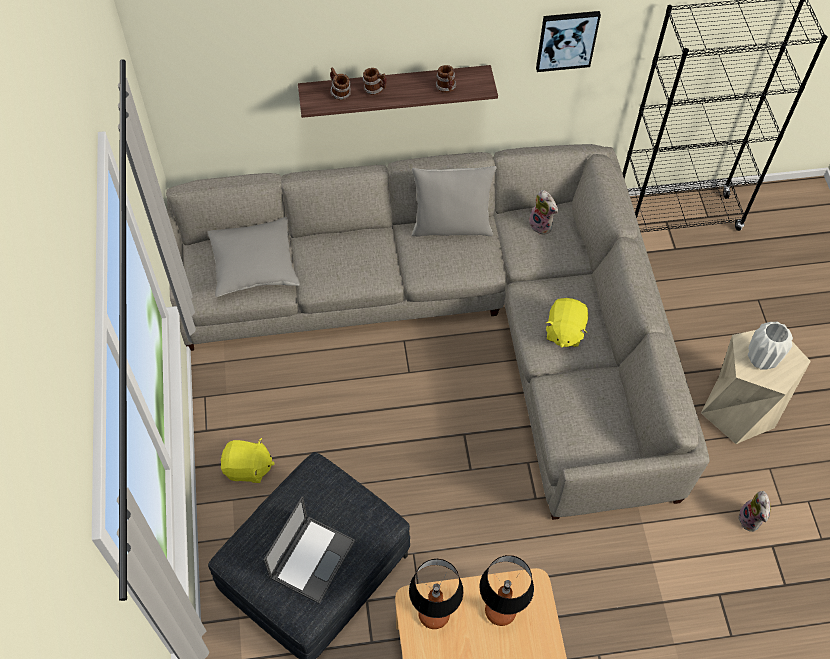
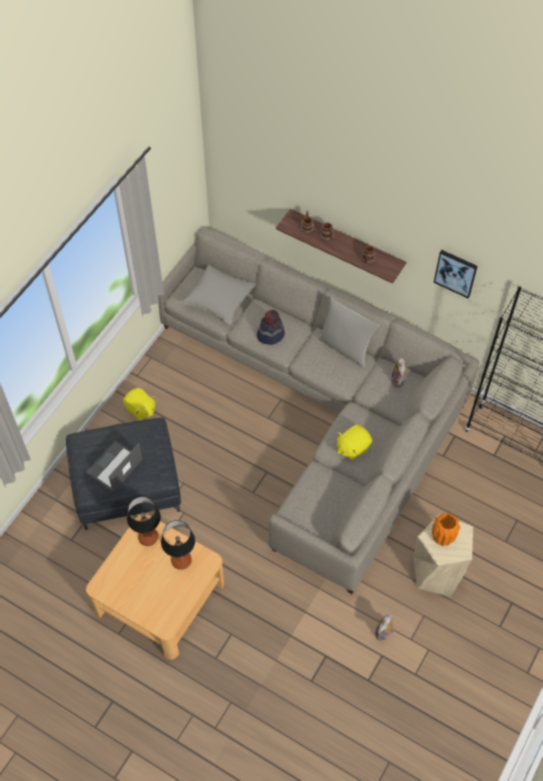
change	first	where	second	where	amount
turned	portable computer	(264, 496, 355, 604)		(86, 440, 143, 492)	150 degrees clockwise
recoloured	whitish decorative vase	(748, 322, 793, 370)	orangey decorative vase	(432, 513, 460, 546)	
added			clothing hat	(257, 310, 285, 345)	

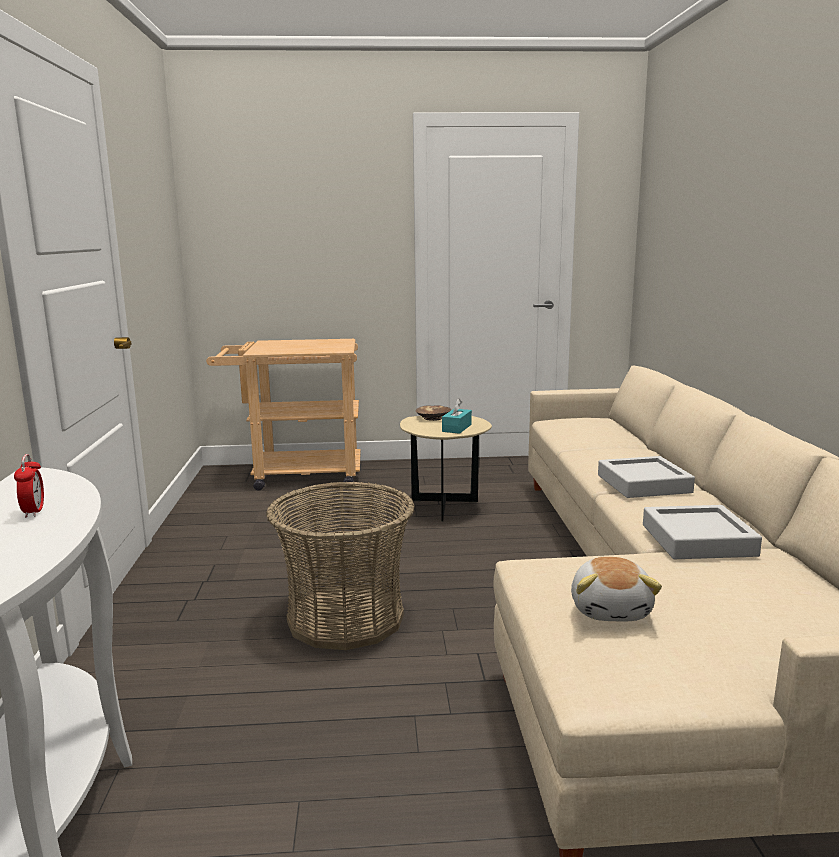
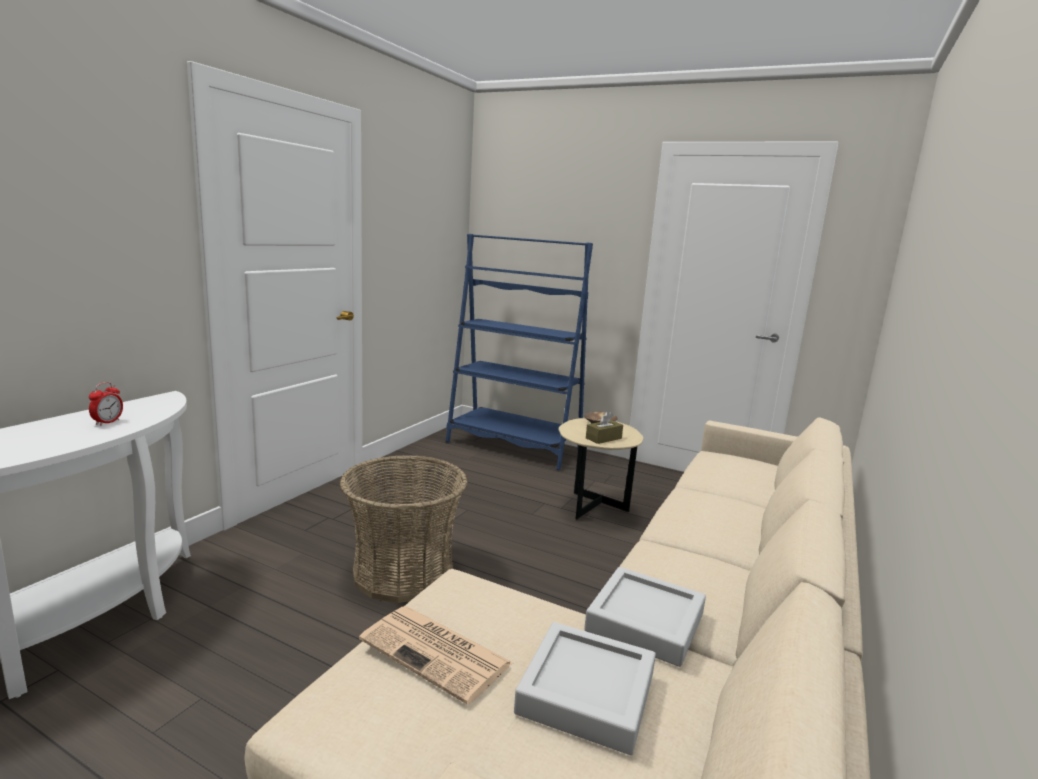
change	first	where	second	where	amount
replaced	sand-coloured trolley	(206, 339, 361, 491)	bluish shelving unit	(446, 234, 593, 470)	
recoloured	turquoise tissue box	(442, 398, 472, 434)	brown-coloured tissue box	(586, 411, 623, 444)	
replaced	plush toy	(571, 557, 662, 621)	newspaper	(359, 606, 513, 705)	
moved	gray tray	(598, 456, 695, 498)		(514, 622, 656, 755)	

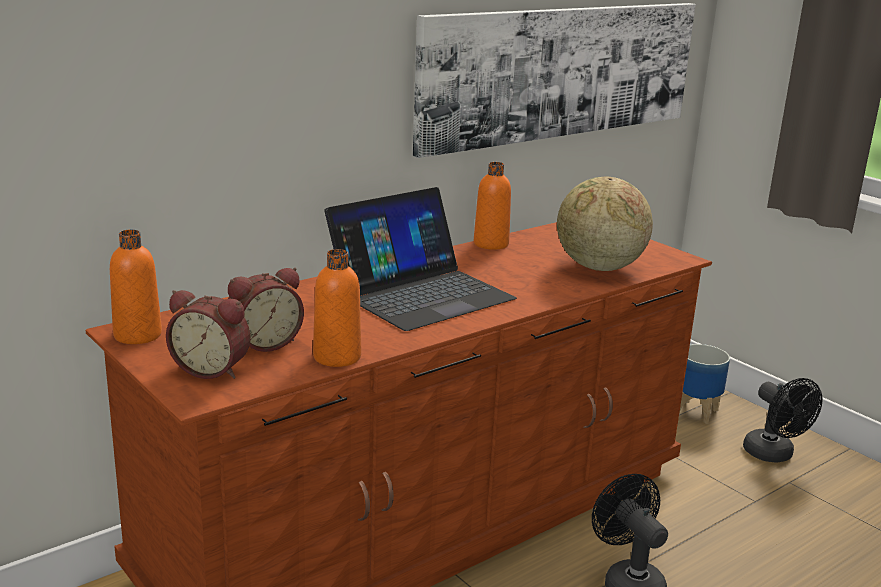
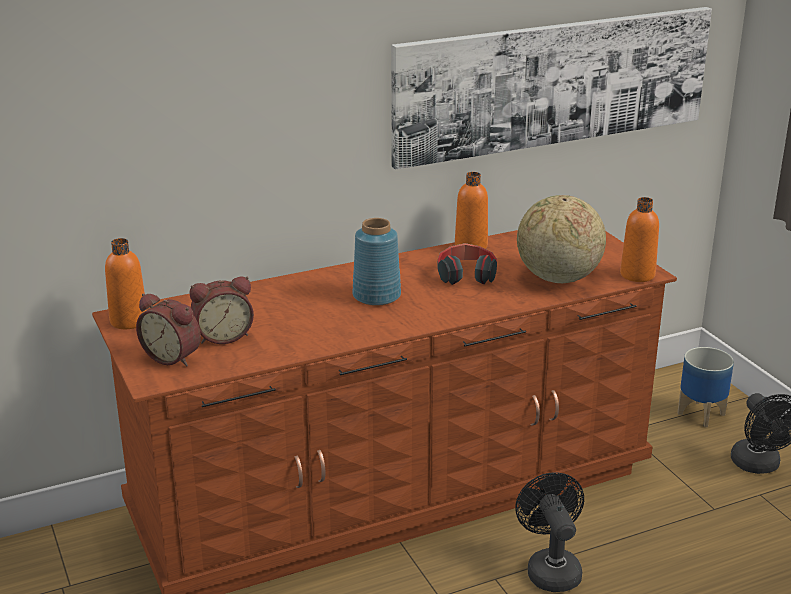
change	first	where	second	where	amount
moved	orangey drink bottle	(313, 249, 361, 367)		(620, 197, 659, 282)	
replaced	portable computer	(324, 187, 517, 331)	bluish decorative vase	(352, 218, 401, 306)	
added			headphones	(437, 243, 497, 285)	

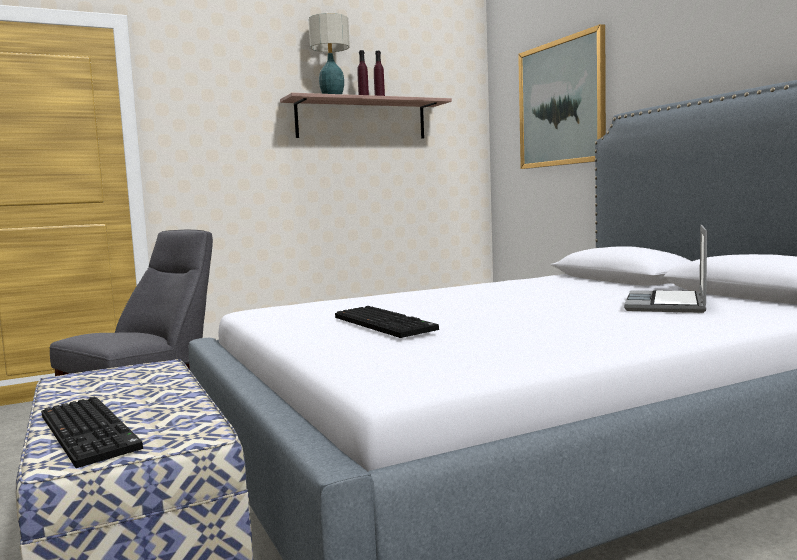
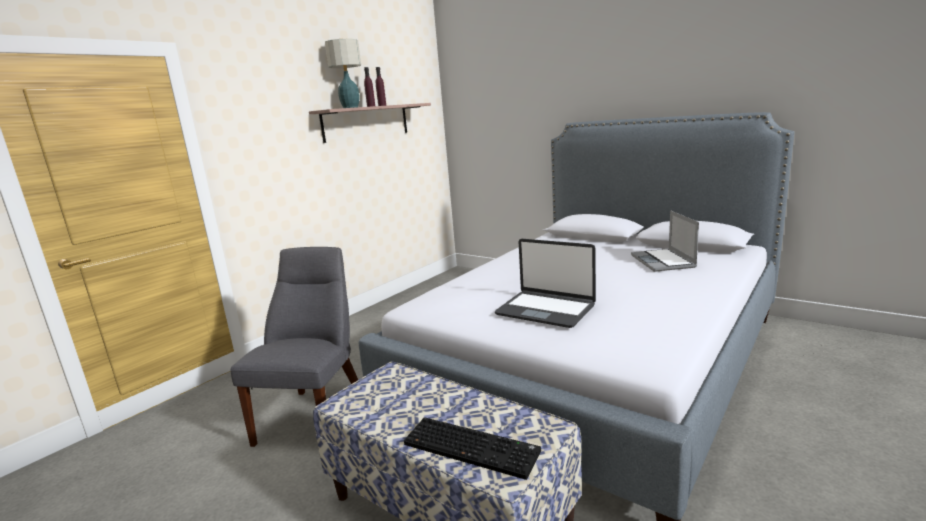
change	first	where	second	where	amount
replaced	computer keyboard	(335, 306, 439, 338)	portable computer	(495, 239, 596, 328)	
removed	picture	(518, 24, 606, 169)			

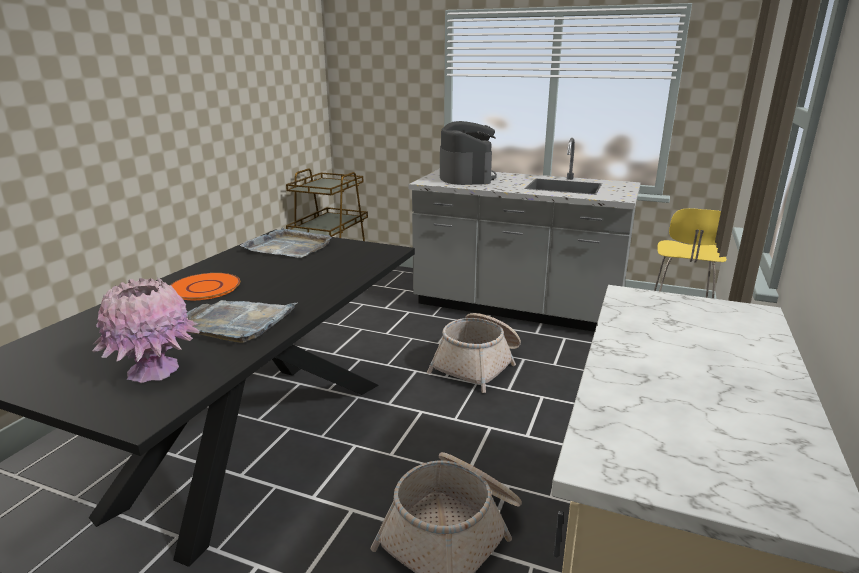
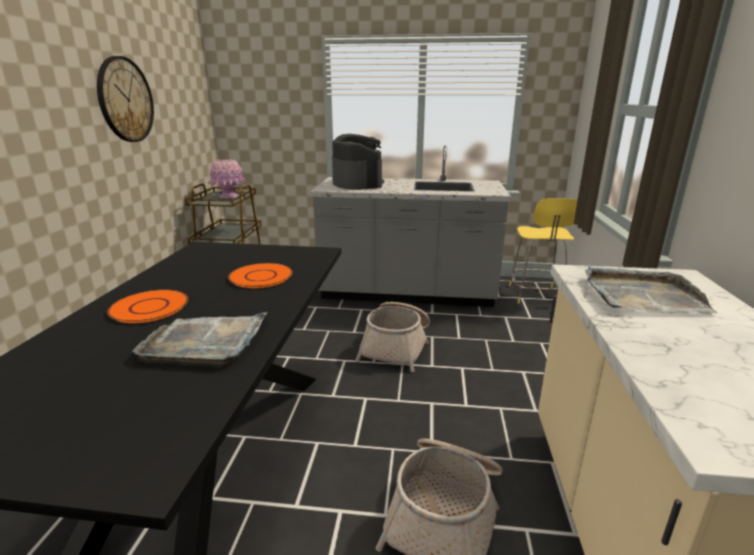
change	first	where	second	where	amount
moved	pinkish decorative vase	(92, 278, 200, 383)		(208, 159, 246, 199)	
moved	gray tray	(240, 228, 332, 258)		(585, 266, 717, 314)	
added			hanging clock	(97, 56, 154, 142)	
added			orangey plate	(228, 263, 293, 288)	

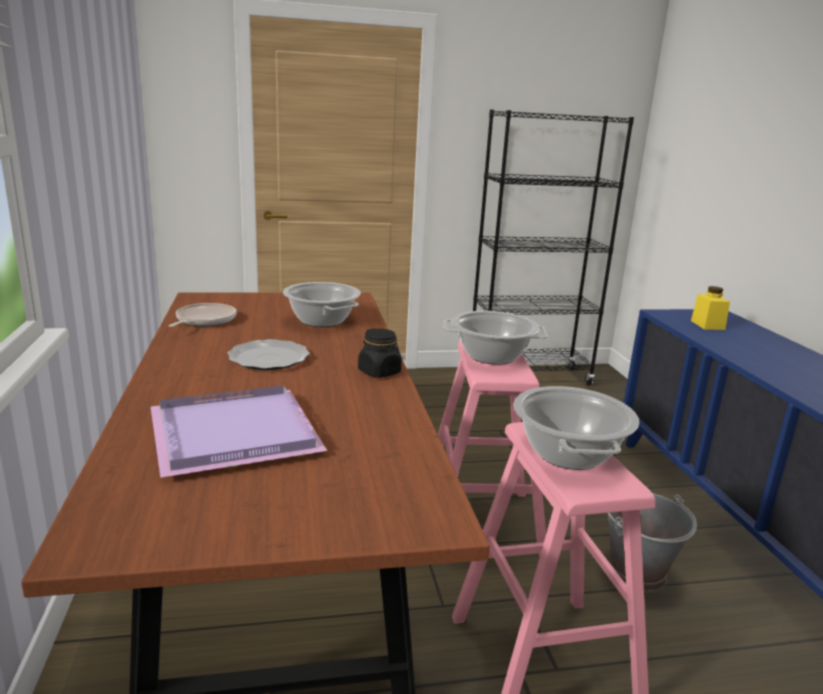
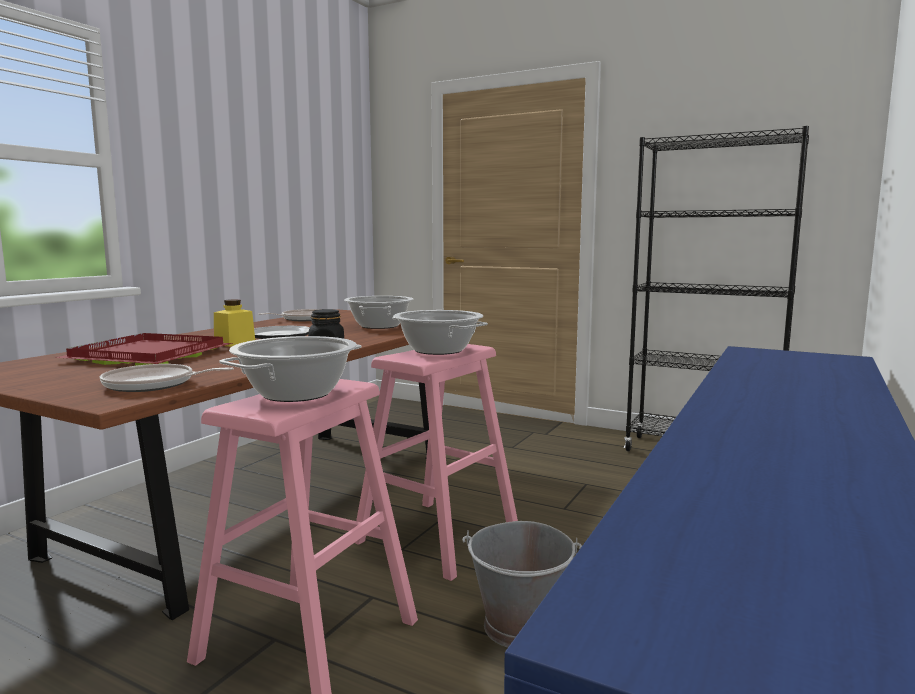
change	first	where	second	where	amount
recoloured	purplish tray	(151, 386, 327, 478)	red-coloured tray	(55, 333, 233, 366)	
moved	yellowish storage jar	(691, 286, 730, 330)		(214, 299, 255, 347)	
added			pan	(100, 364, 234, 392)	

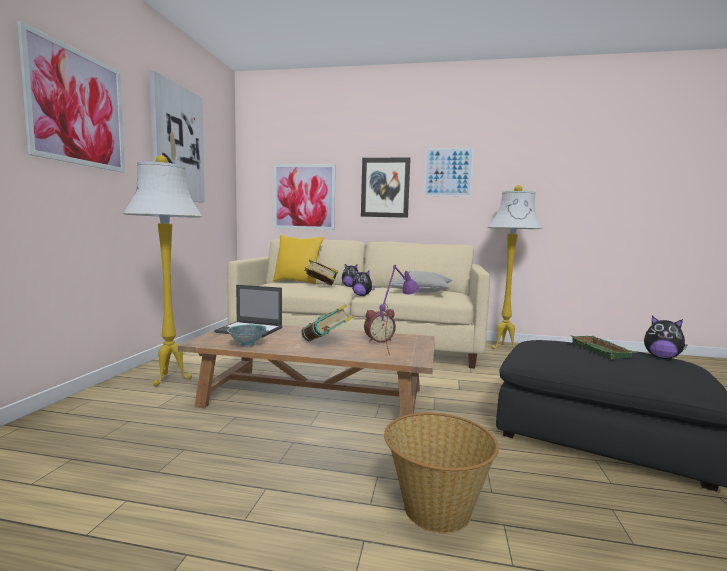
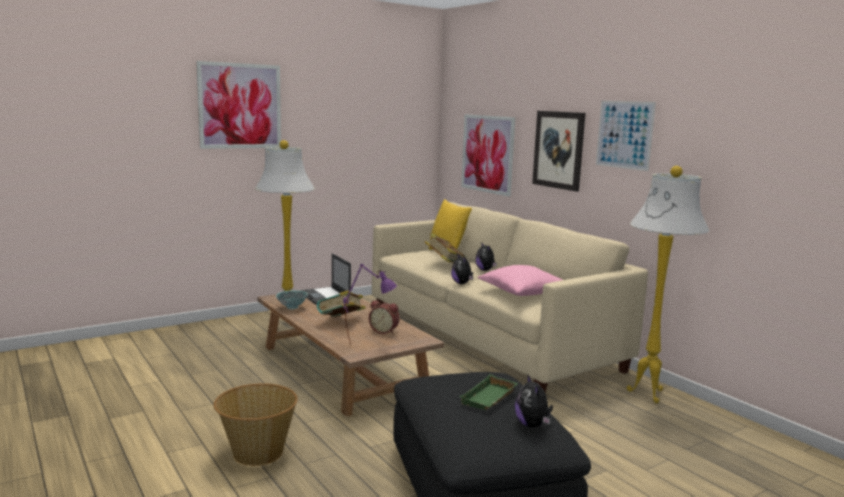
change	first	where	second	where	amount
removed	picture	(149, 71, 205, 203)			
recoloured	gray pillow	(390, 271, 452, 293)	pinkish pillow	(478, 265, 562, 296)	

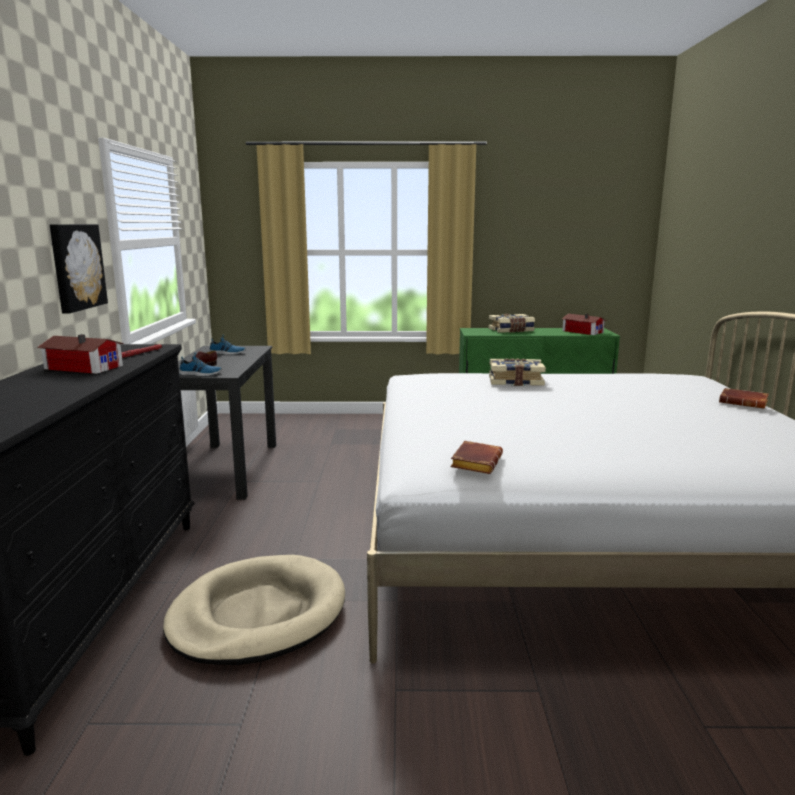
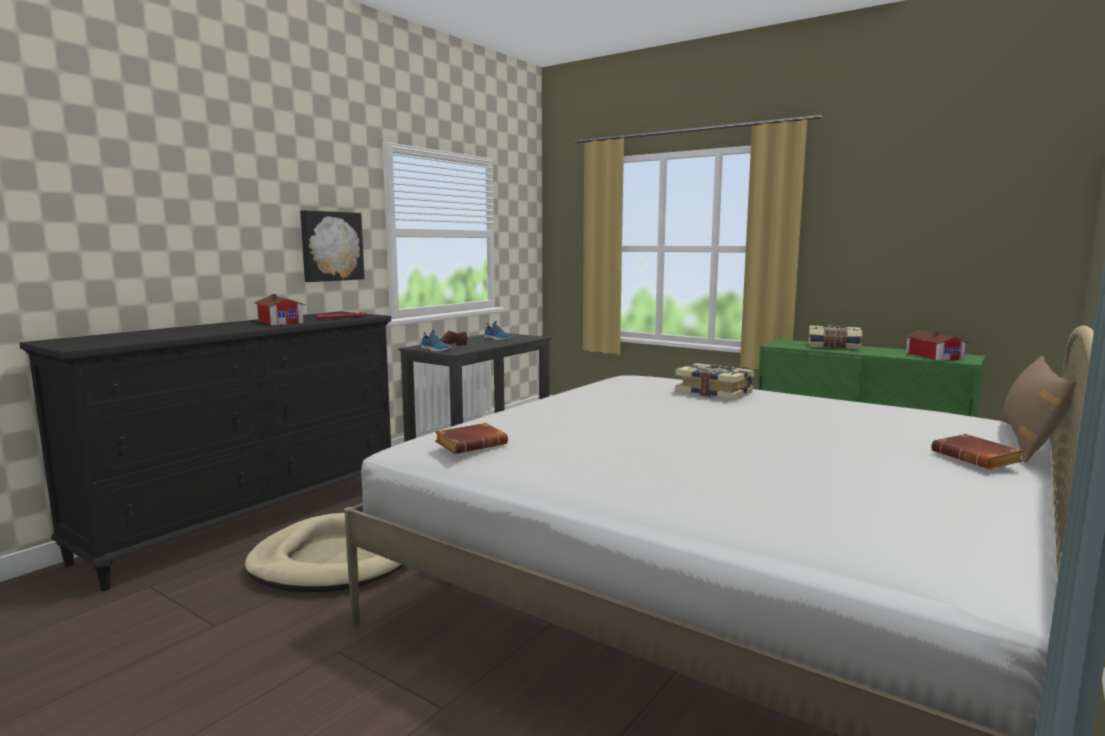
change	first	where	second	where	amount
added			brown-coloured pillow	(1001, 356, 1076, 463)	

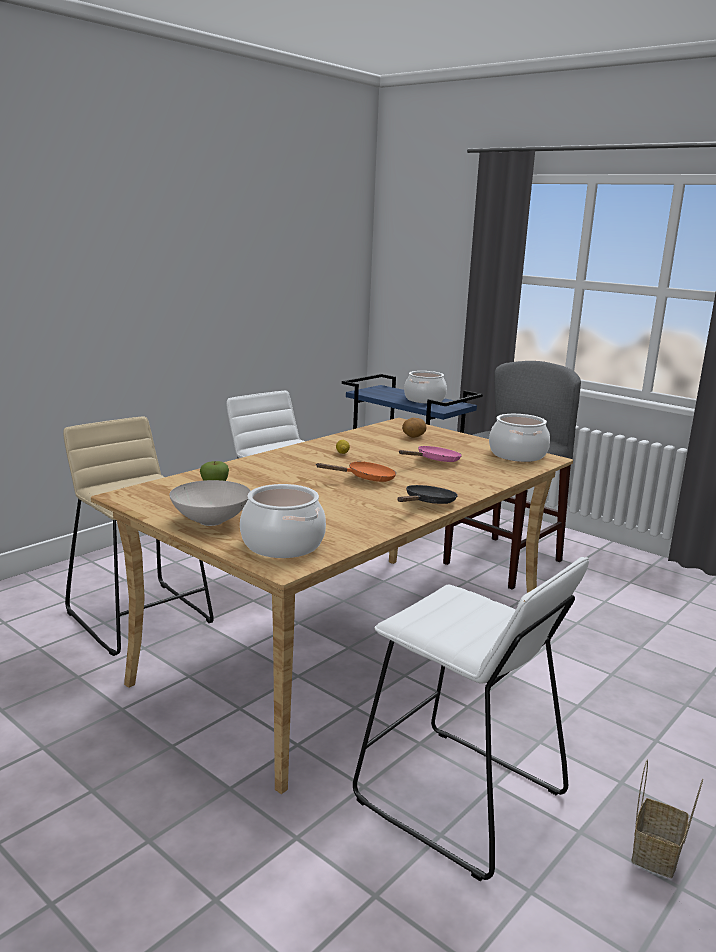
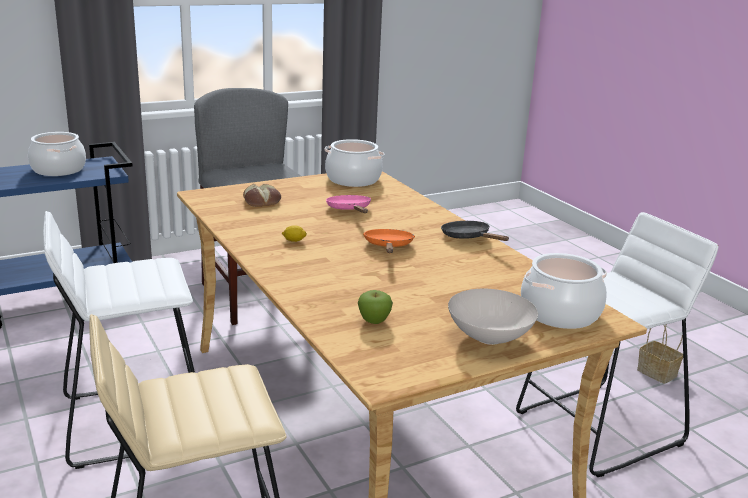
change	first	where	second	where	amount
replaced	whole potato	(402, 418, 427, 438)	baked bread	(243, 184, 281, 207)	

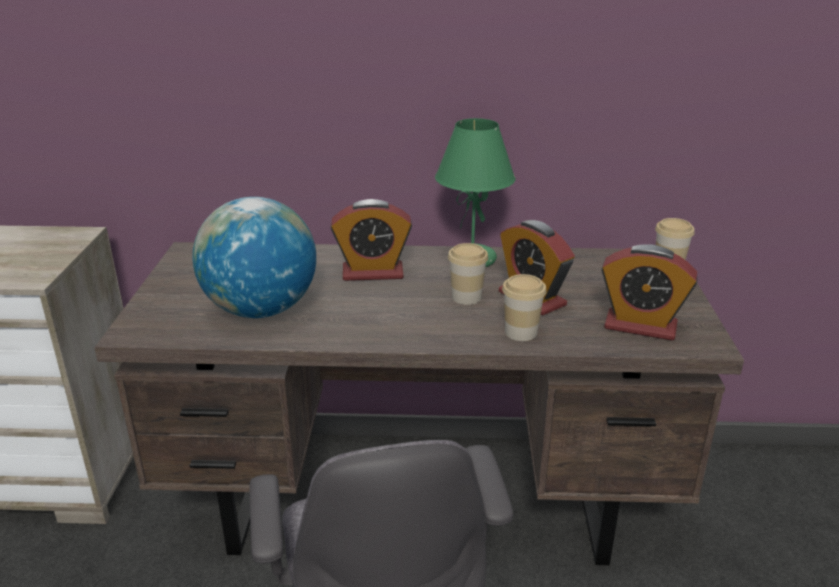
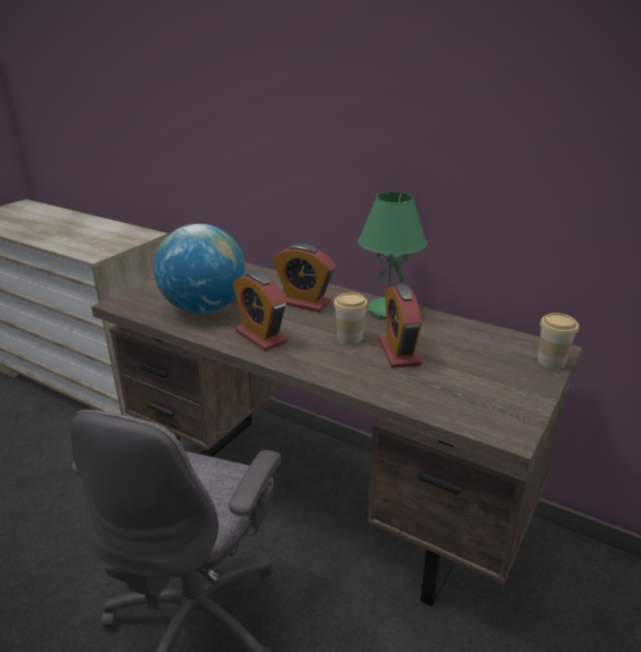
change	first	where	second	where	amount
removed	cup	(502, 274, 547, 341)			
moved	bedside clock	(601, 244, 698, 341)		(233, 271, 288, 351)	

